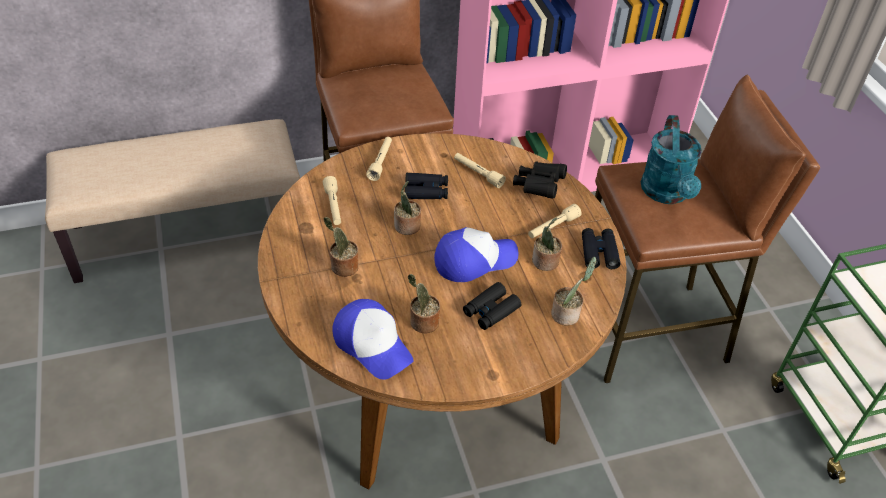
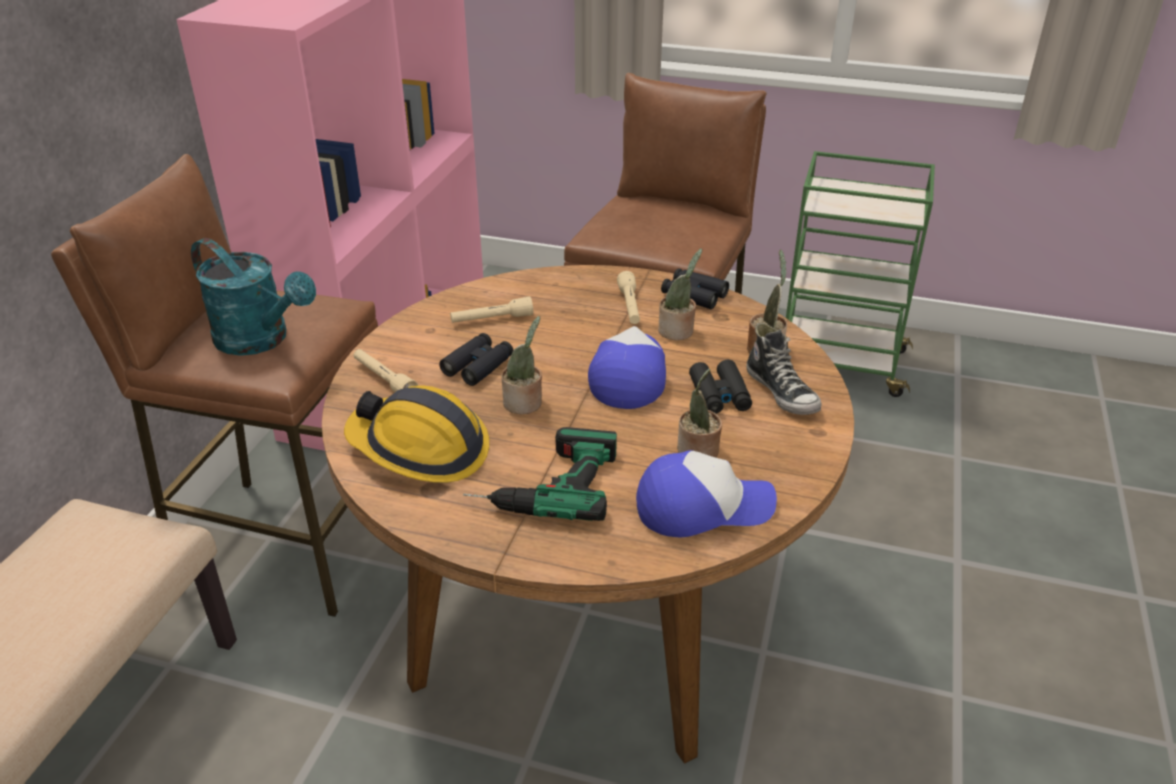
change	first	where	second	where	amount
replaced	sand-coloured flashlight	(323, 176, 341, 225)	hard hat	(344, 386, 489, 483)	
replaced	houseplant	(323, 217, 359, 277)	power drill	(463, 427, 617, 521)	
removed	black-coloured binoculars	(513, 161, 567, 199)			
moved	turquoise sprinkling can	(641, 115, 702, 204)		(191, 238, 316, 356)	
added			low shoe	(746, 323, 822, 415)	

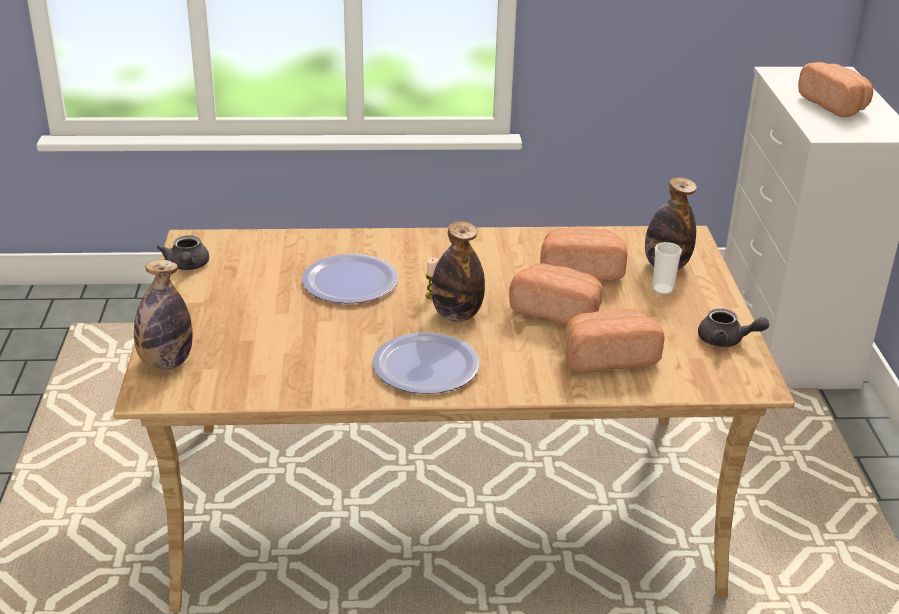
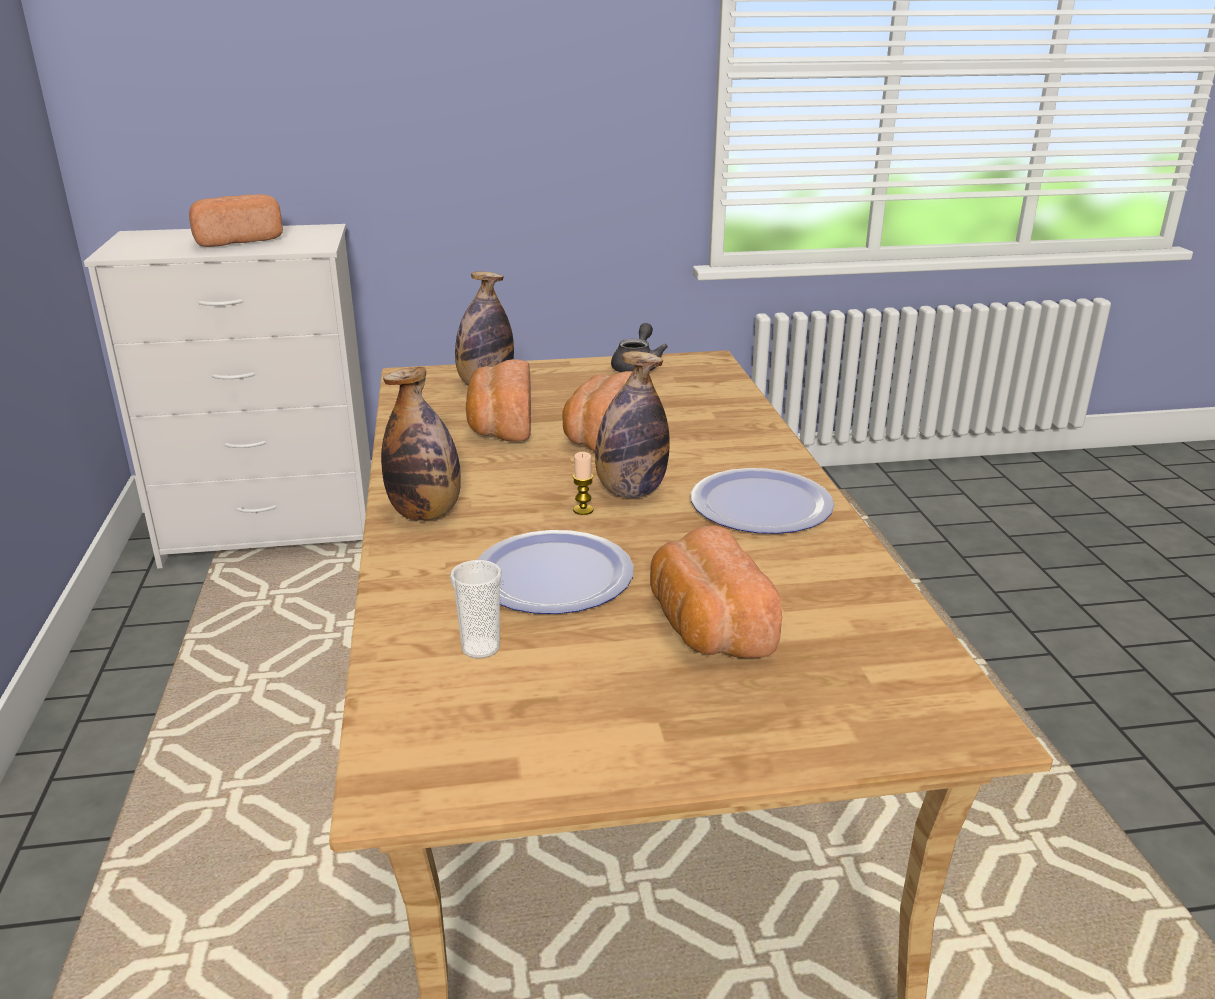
change	first	where	second	where	amount
moved	drink bottle	(134, 259, 192, 370)		(381, 367, 461, 521)	
removed	gray teapot	(157, 235, 209, 270)			
moved	baked bread	(565, 309, 665, 373)		(650, 525, 782, 658)	
moved	cup	(653, 242, 682, 295)		(450, 560, 502, 659)	

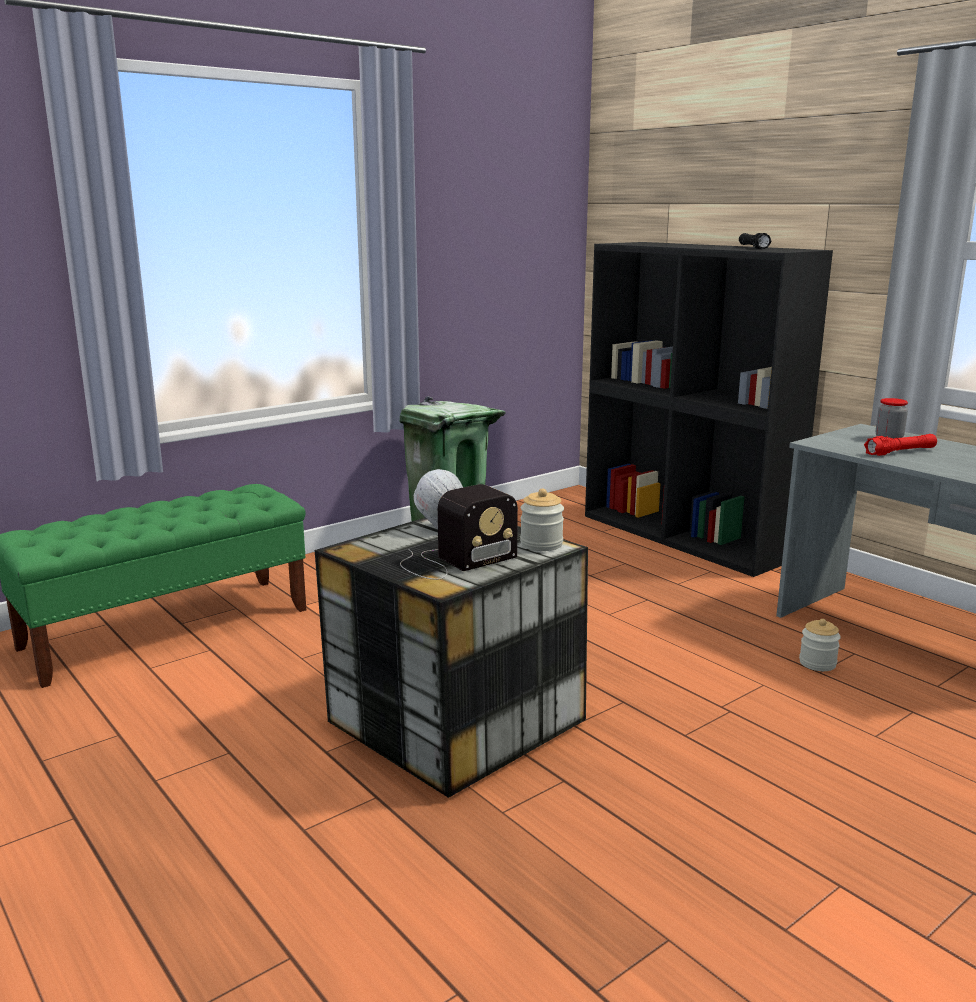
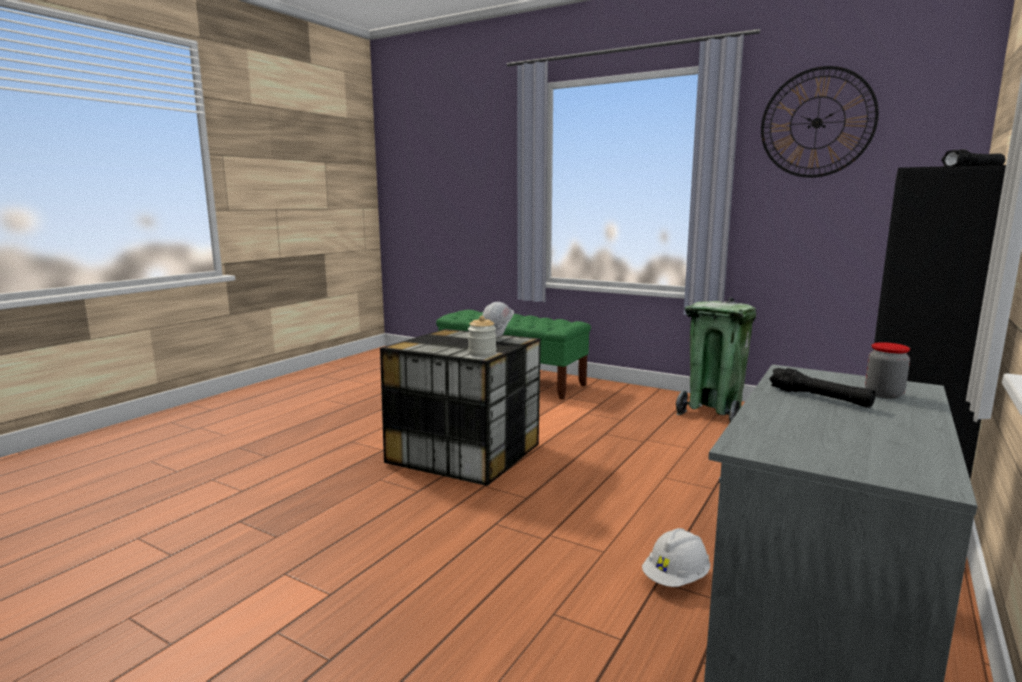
change	first	where	second	where	amount
removed	radio receiver	(400, 484, 518, 580)			
replaced	storage jar	(799, 619, 841, 671)	whitish hard hat	(642, 528, 710, 587)	
recoloured	red-coloured flashlight	(864, 434, 937, 456)	black-coloured flashlight	(770, 368, 875, 408)	
added			hanging clock	(761, 66, 879, 178)	

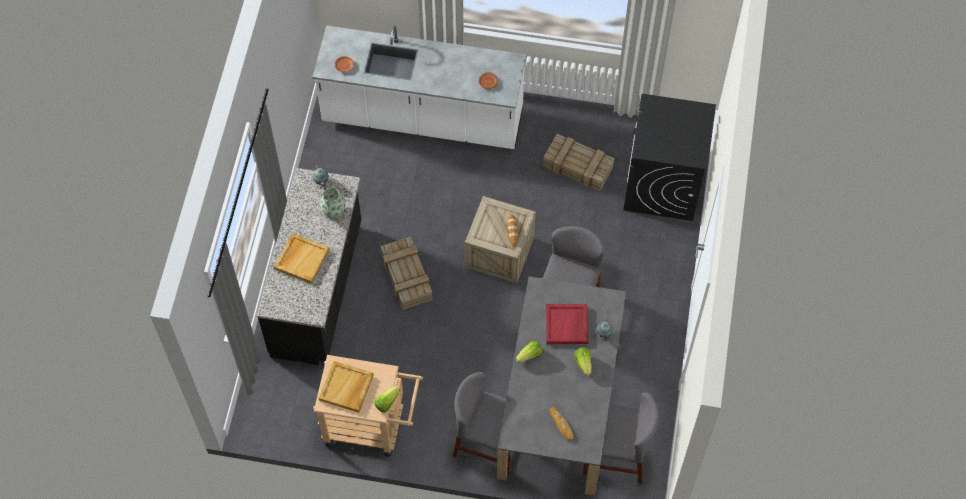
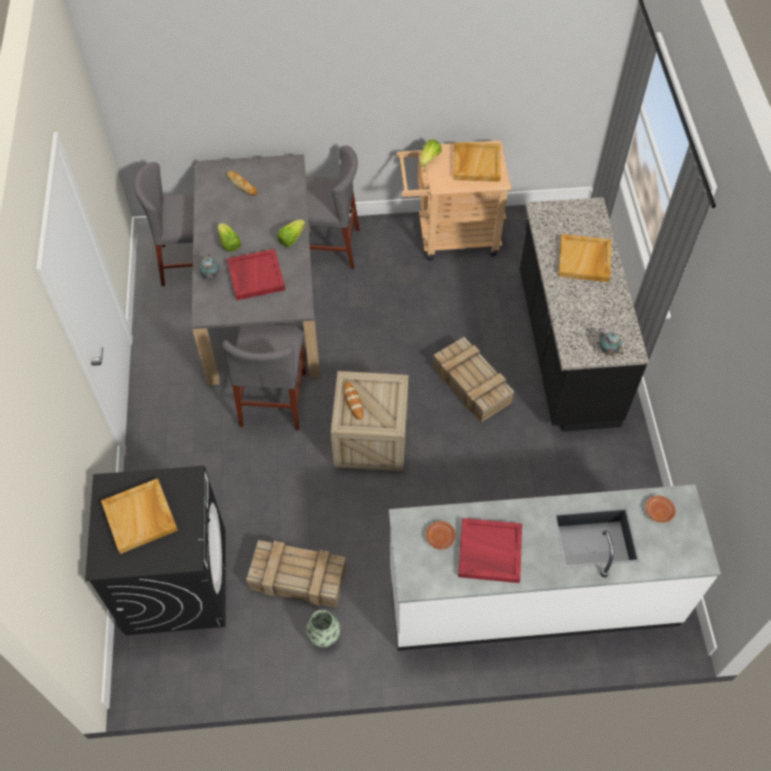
change	first	where	second	where	amount
moved	decorative vase	(320, 187, 345, 219)		(306, 610, 340, 647)	
added			sand-coloured tray	(101, 478, 178, 554)	
added			red-coloured tray	(458, 518, 522, 583)	

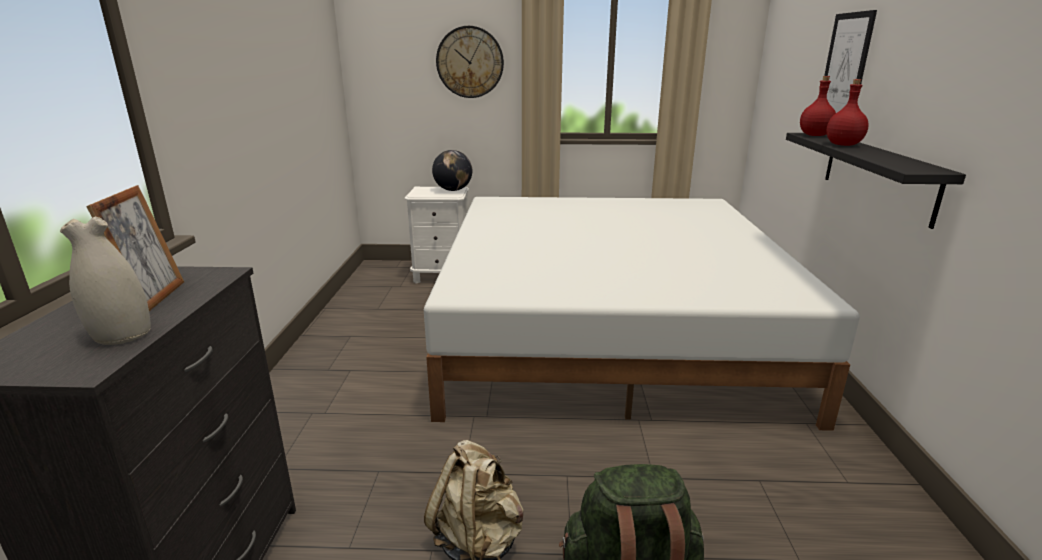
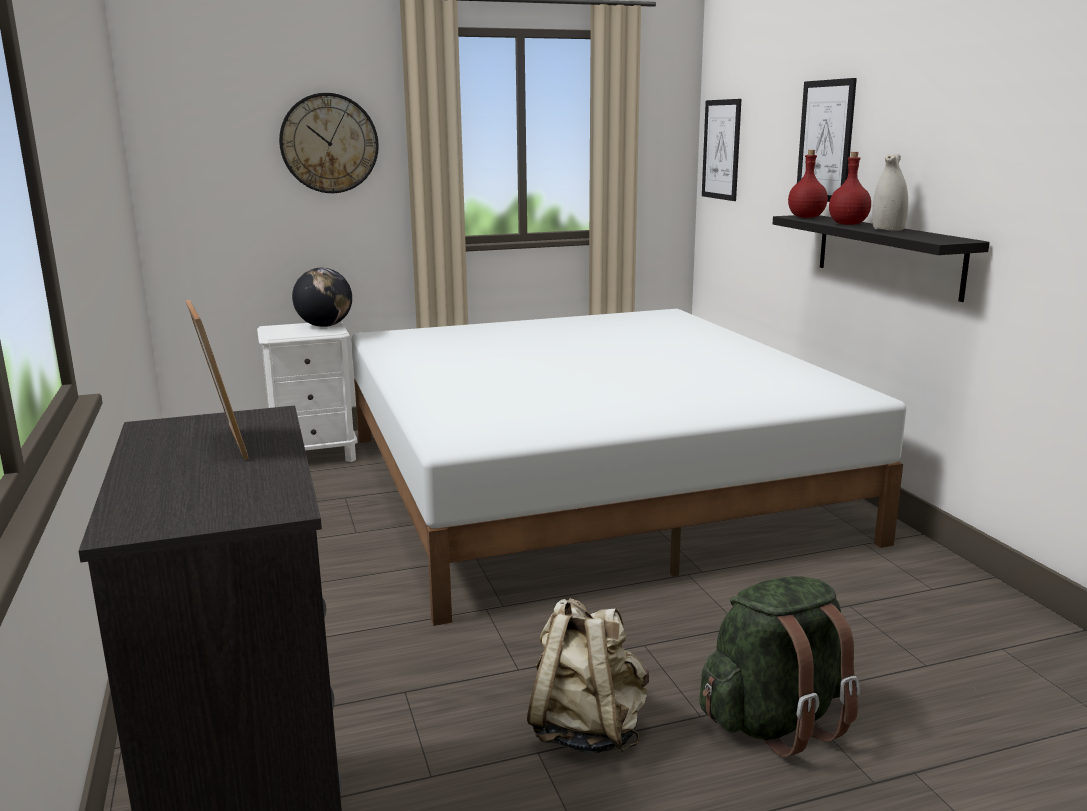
change	first	where	second	where	amount
moved	whitish decorative vase	(60, 217, 151, 345)		(872, 153, 908, 231)	
added			picture	(702, 99, 741, 201)	

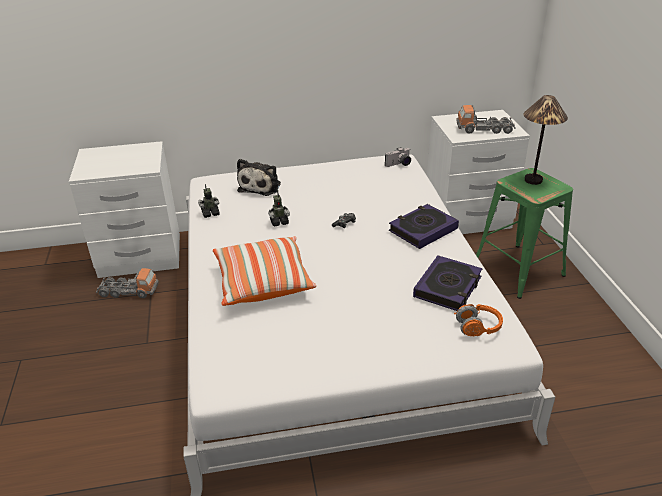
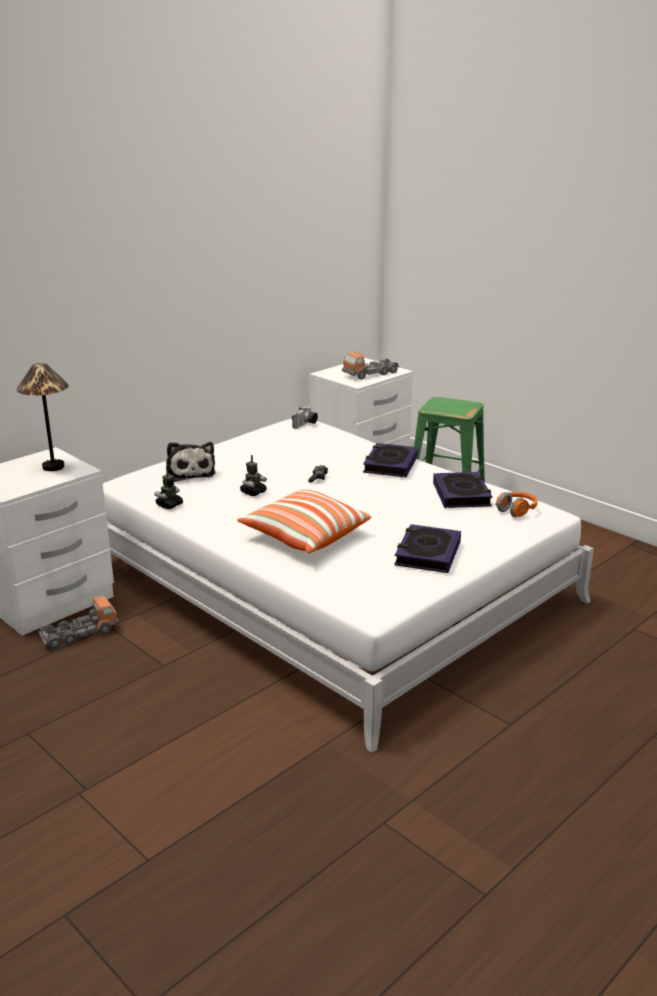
change	first	where	second	where	amount
moved	tabletop lamp	(524, 95, 568, 185)		(16, 363, 69, 471)	
added			bound book	(394, 524, 461, 573)	

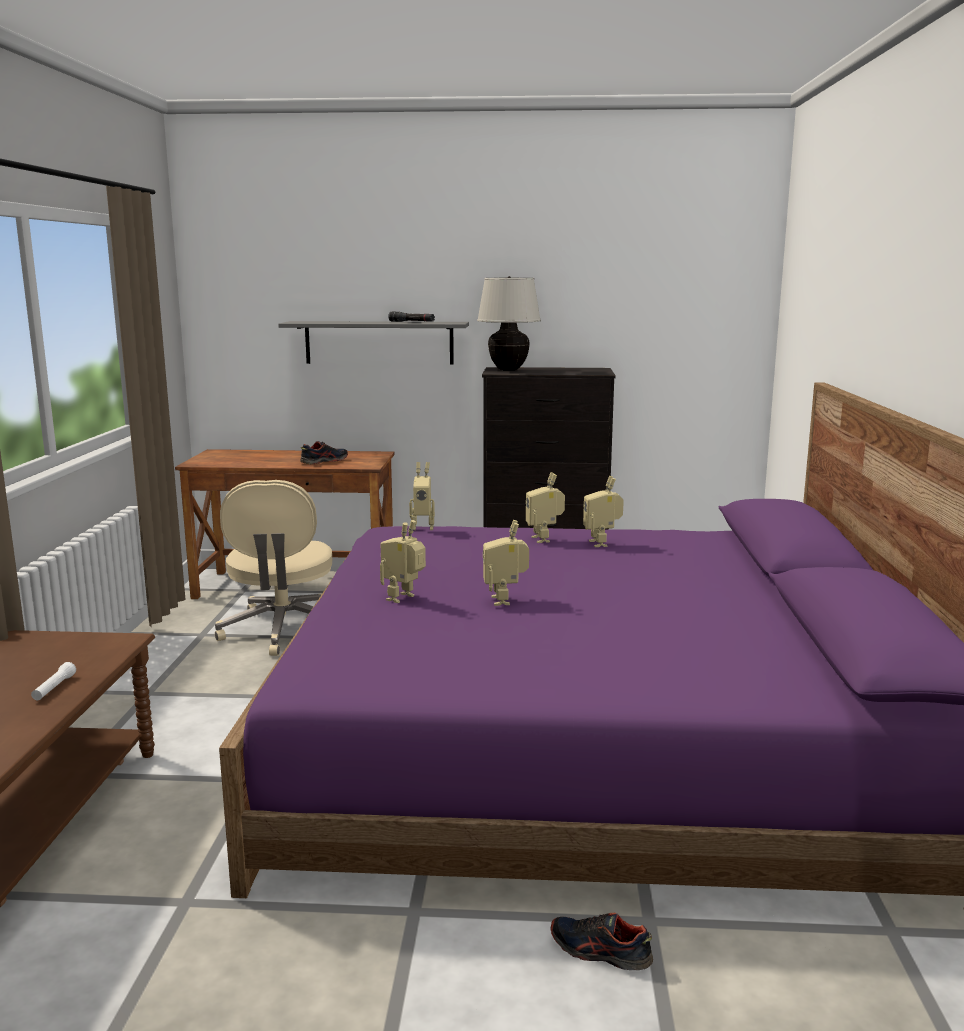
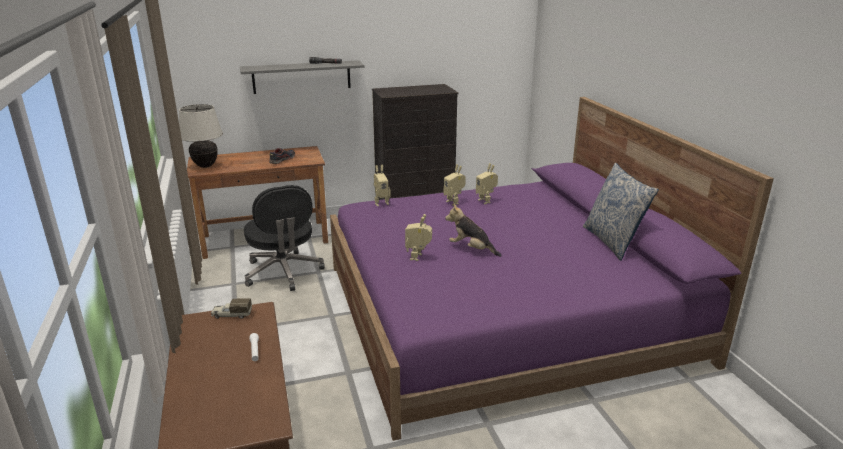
change	first	where	second	where	amount
recoloured	sand-coloured computer chair	(215, 480, 332, 656)	black-coloured computer chair	(244, 185, 325, 291)	
moved	sand-coloured tabletop lamp	(477, 276, 541, 371)		(179, 104, 223, 168)	
replaced	model robot	(483, 520, 529, 606)	plush toy	(445, 204, 502, 257)	
removed	low shoe	(551, 913, 653, 970)			
added			toy truck	(211, 298, 252, 319)	
added			pillow	(583, 163, 659, 261)	

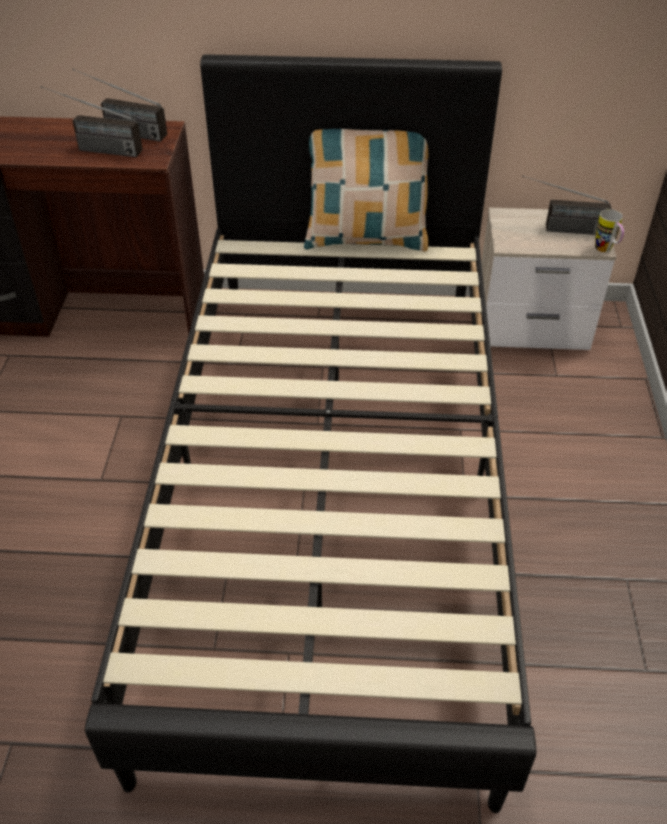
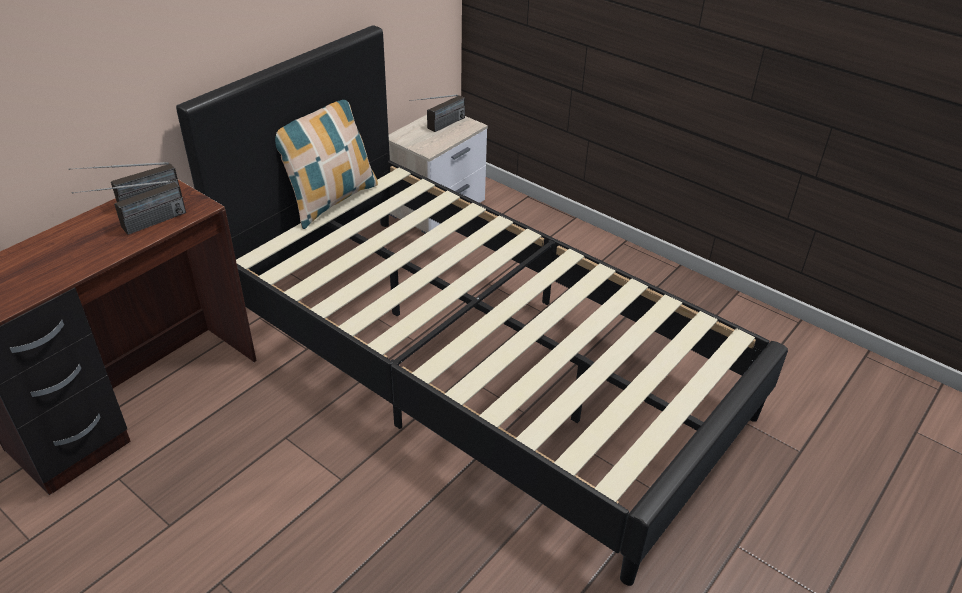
change	first	where	second	where	amount
removed	mug	(595, 209, 624, 252)			

